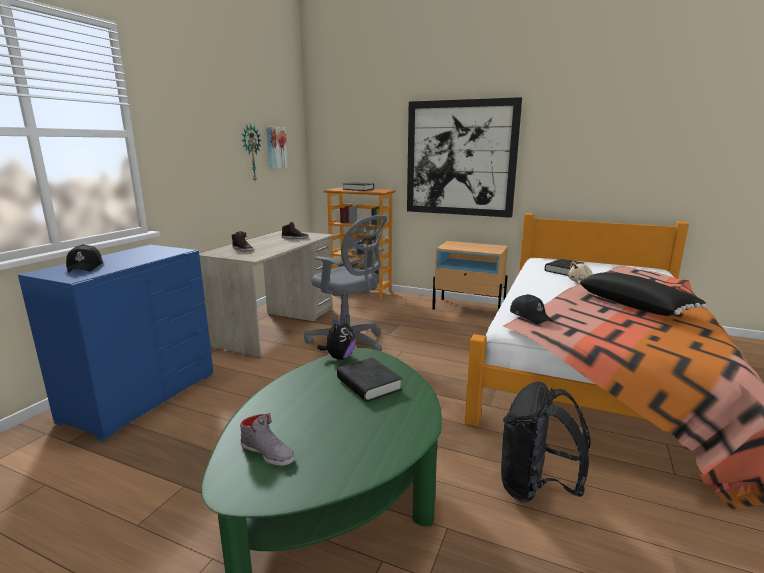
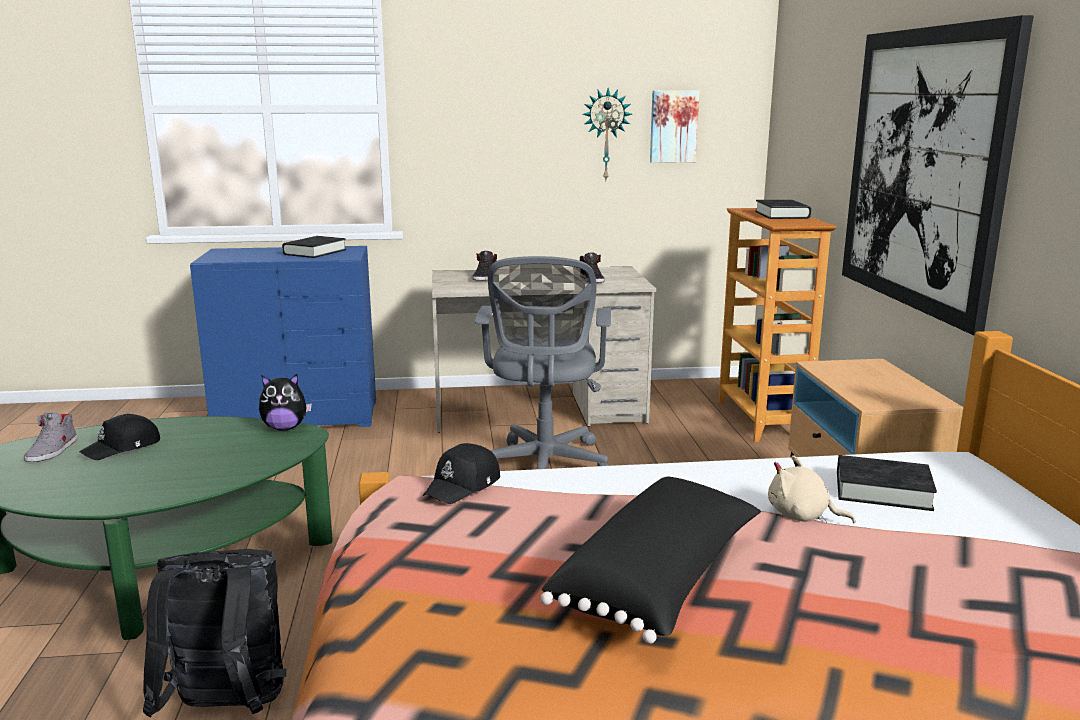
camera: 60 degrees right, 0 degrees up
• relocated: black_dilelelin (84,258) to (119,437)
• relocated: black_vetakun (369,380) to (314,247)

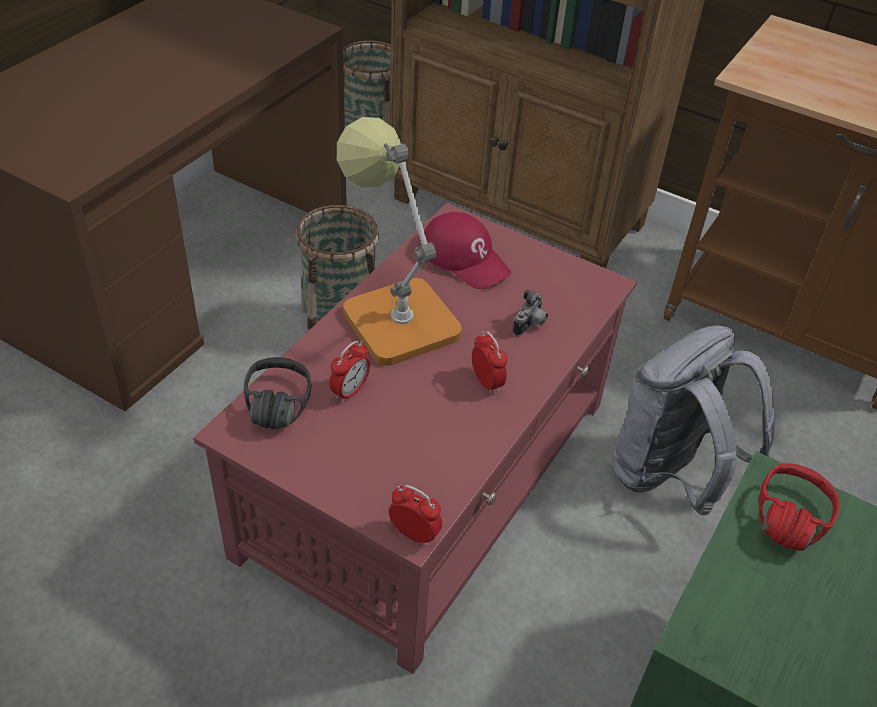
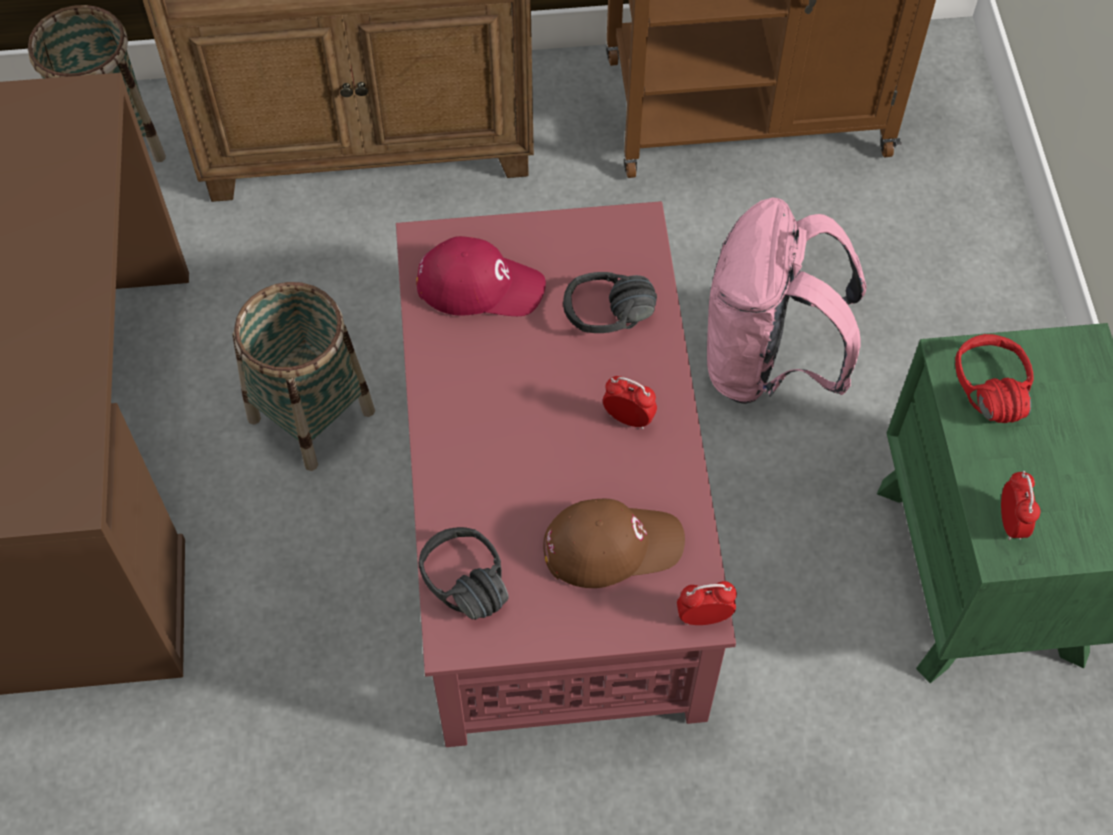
camera: 35 degrees left, 15 degrees up
• appeared: brown_dilelelin (614,543)
• exchanged: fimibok (530,312) to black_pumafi (610,302)
• colour: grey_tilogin (693,420) to pink_tilogin (787,301)
• relocated: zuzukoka (349,372) to (1020,505)
• missing: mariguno (399,241)

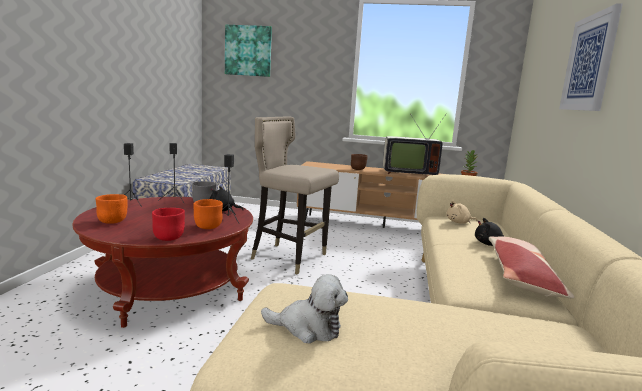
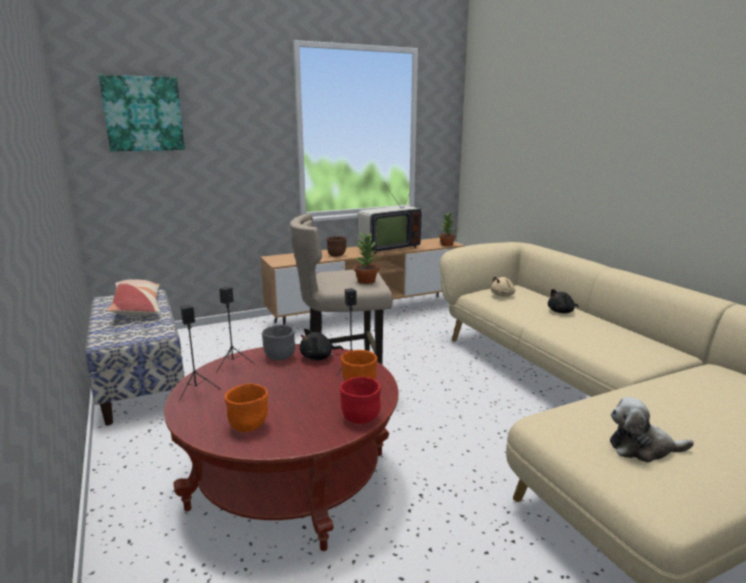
camera: 35 degrees left, 5 degrees up
• relocated: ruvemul (531,267) to (134,297)
• appeared: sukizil (366,258)
• spun: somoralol (304,308) = (652,430) 150 degrees counterclockwise
• missing: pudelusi (591,57)

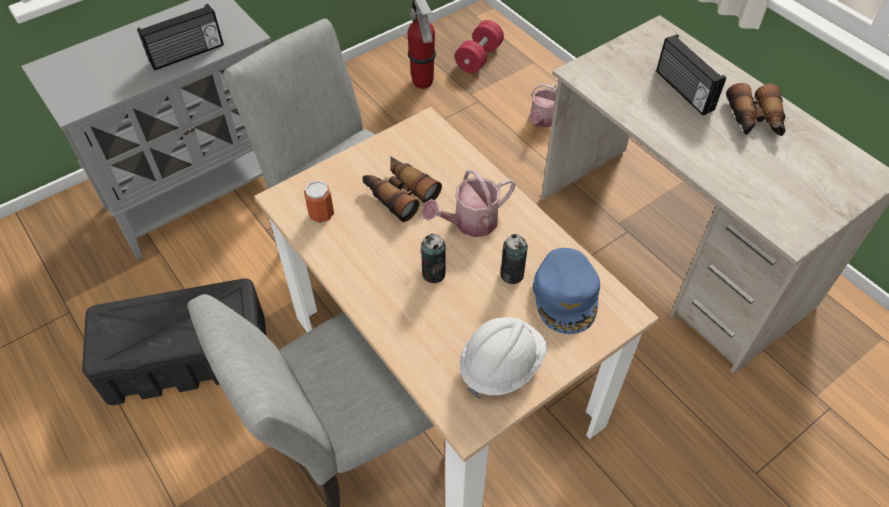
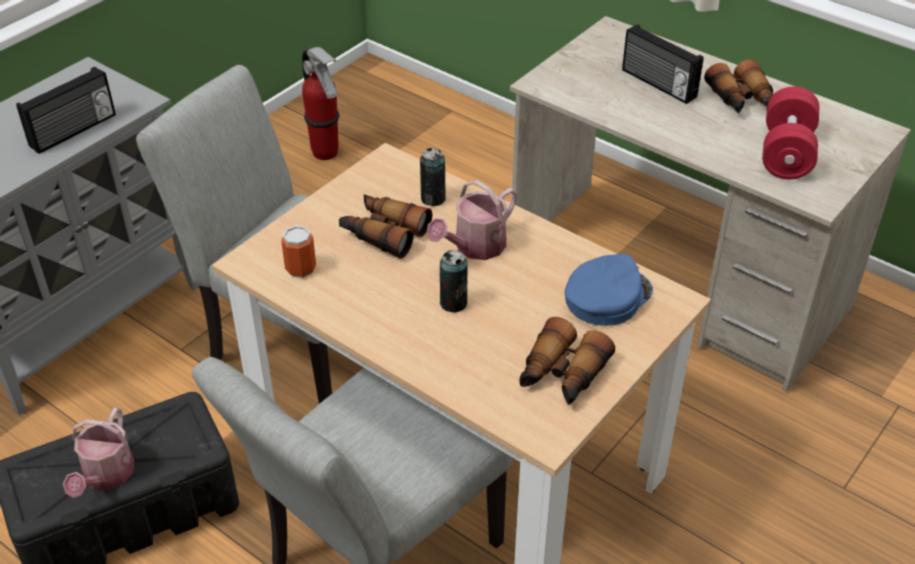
camera: 15 degrees left, 10 degrees down
• relocated: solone (543,105) to (98,453)
• relocated: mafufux (514,259) to (433,177)
• exchanged: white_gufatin (503,358) to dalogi (567,361)
• spun: blue_dilelelin (566,291) = (608,290) 120 degrees counterclockwise
• relocated: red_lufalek (479,46) to (790,132)

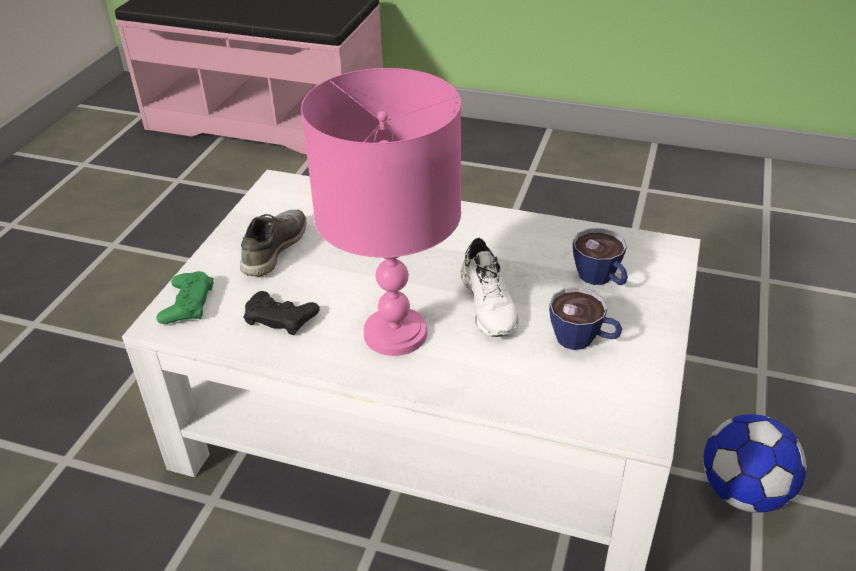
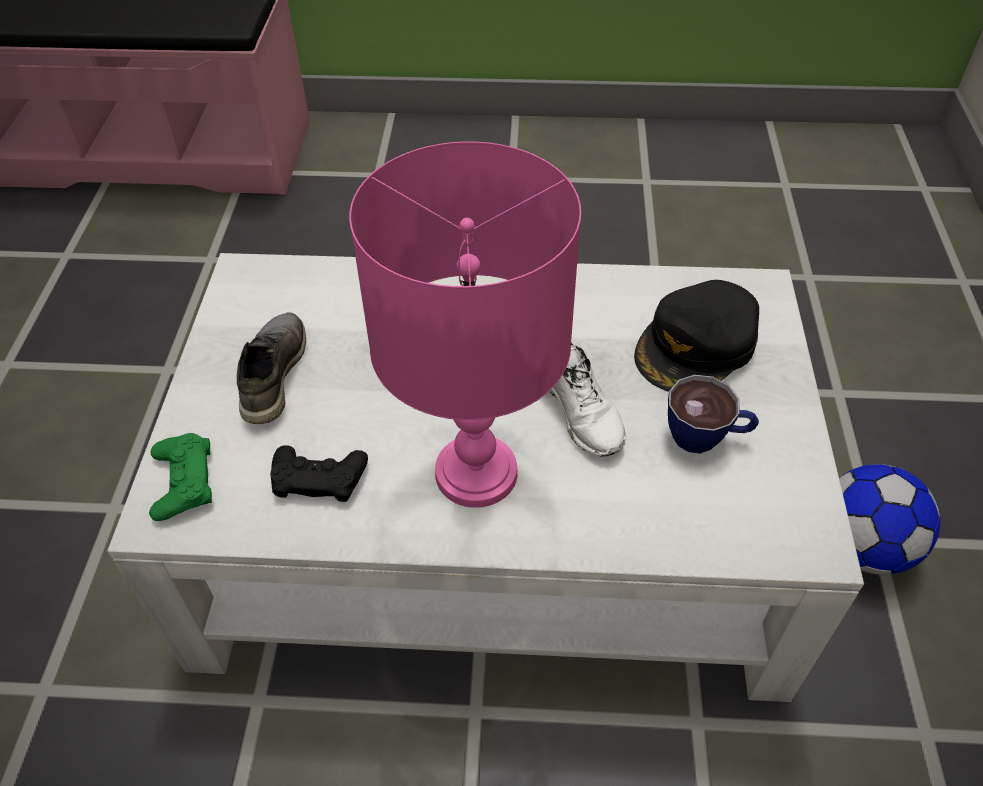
camera: 15 degrees left, 10 degrees up
• exchanged: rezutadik (600,256) to black_dilelelin (696,336)

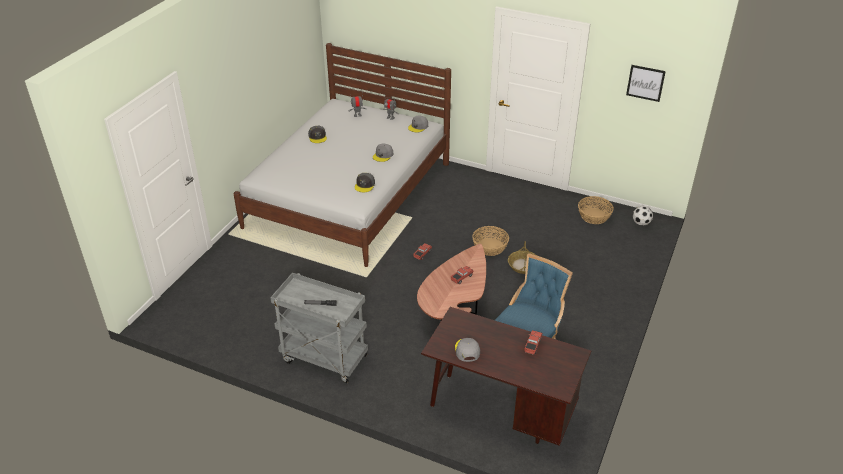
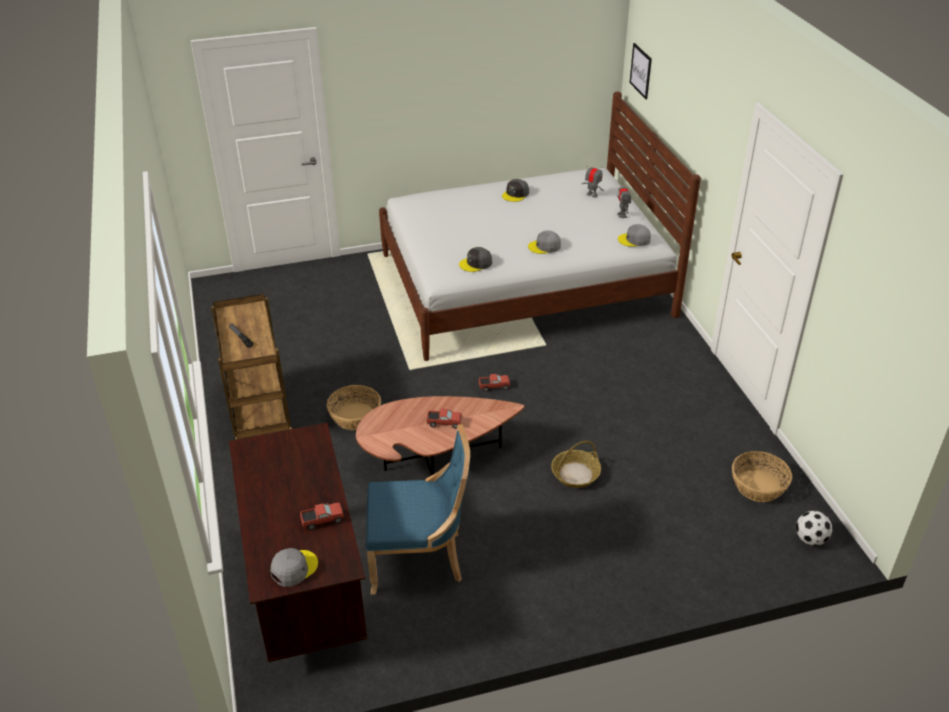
camera: 50 degrees right, 0 degrees up
• colour: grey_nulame (319,328) to brown_nulame (251,366)
• relocated: grey_dilelelin (467,350) to (294,567)
• relocated: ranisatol (490,241) to (354,407)
• relocated: pudelusi (646,83) to (641,71)

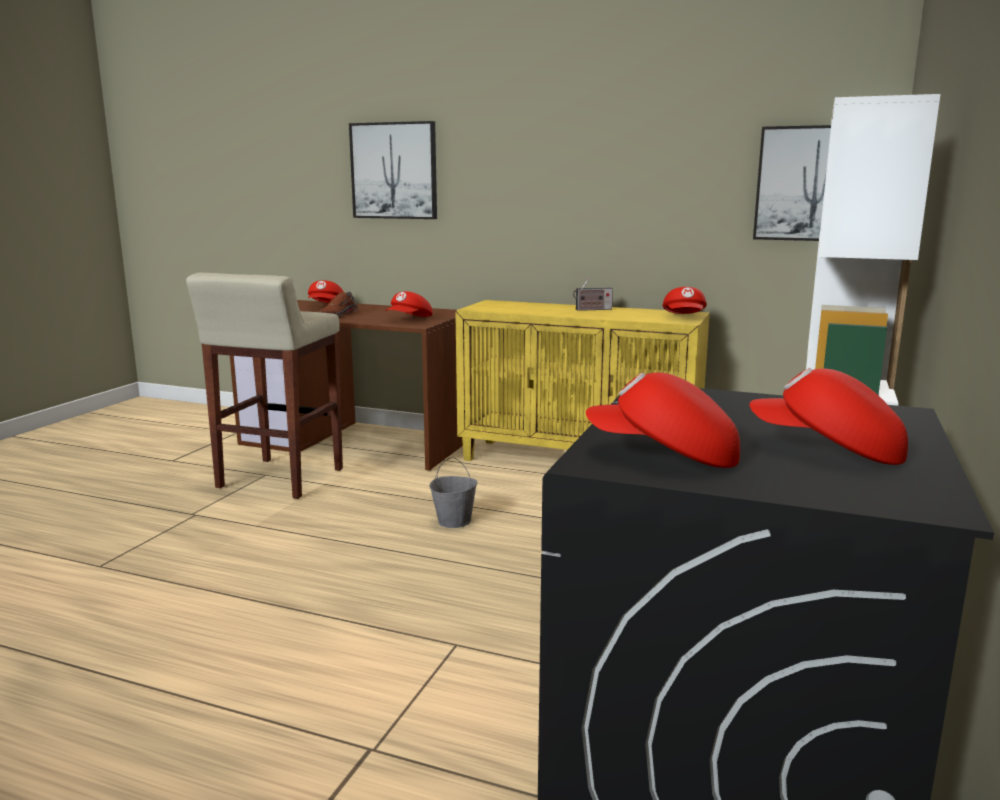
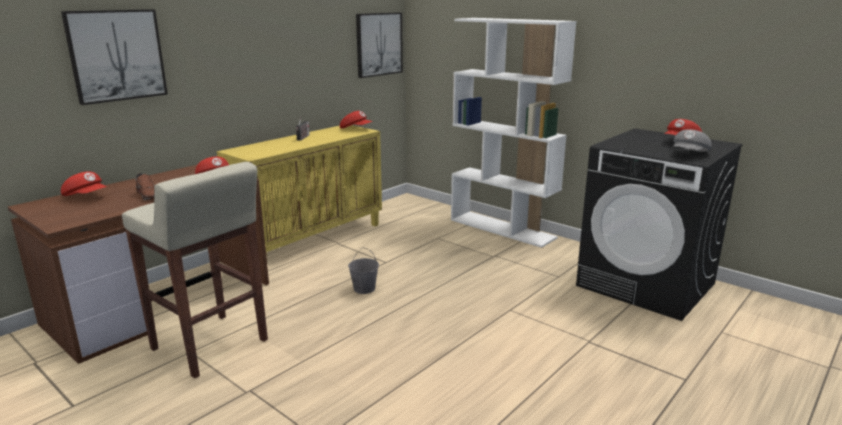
camera: 70 degrees left, 5 degrees up
• colour: red_dilelelin (663,420) to grey_dilelelin (692,140)

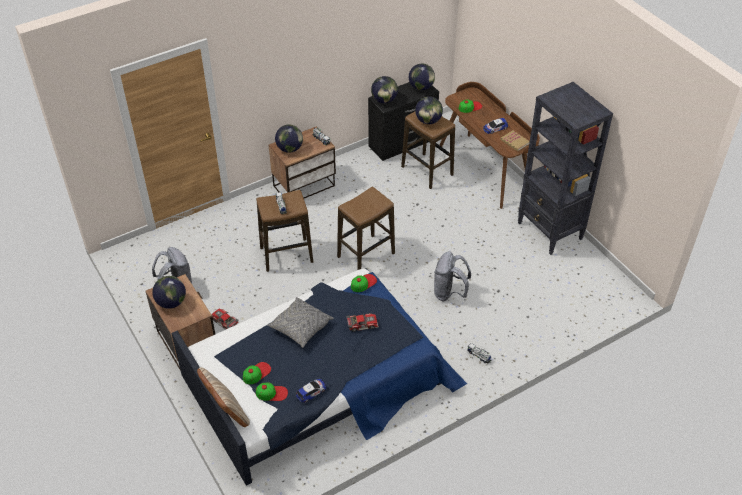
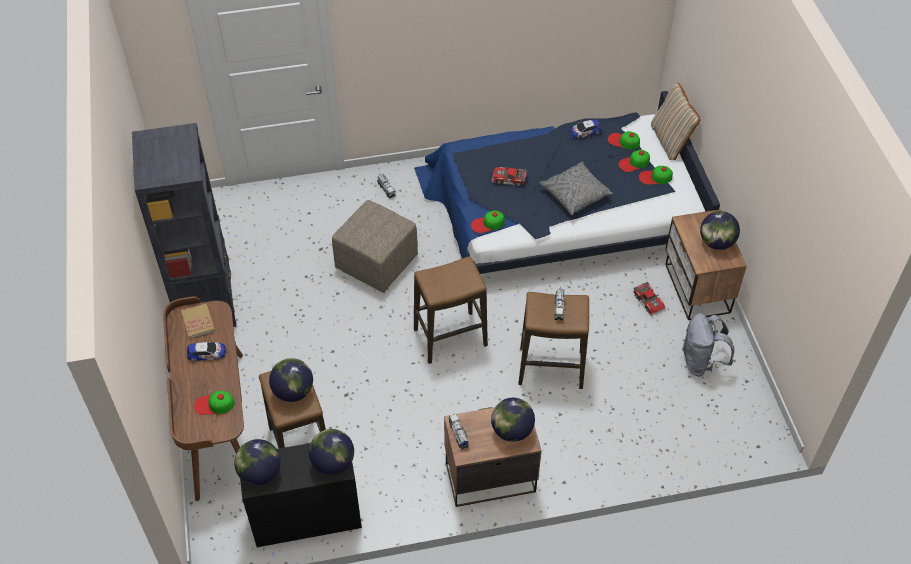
camera: 160 degrees left, 5 degrees up
• exchanged: grey_tilogin (452,276) to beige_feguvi (375,246)
• appeared: dilelelin (656,175)

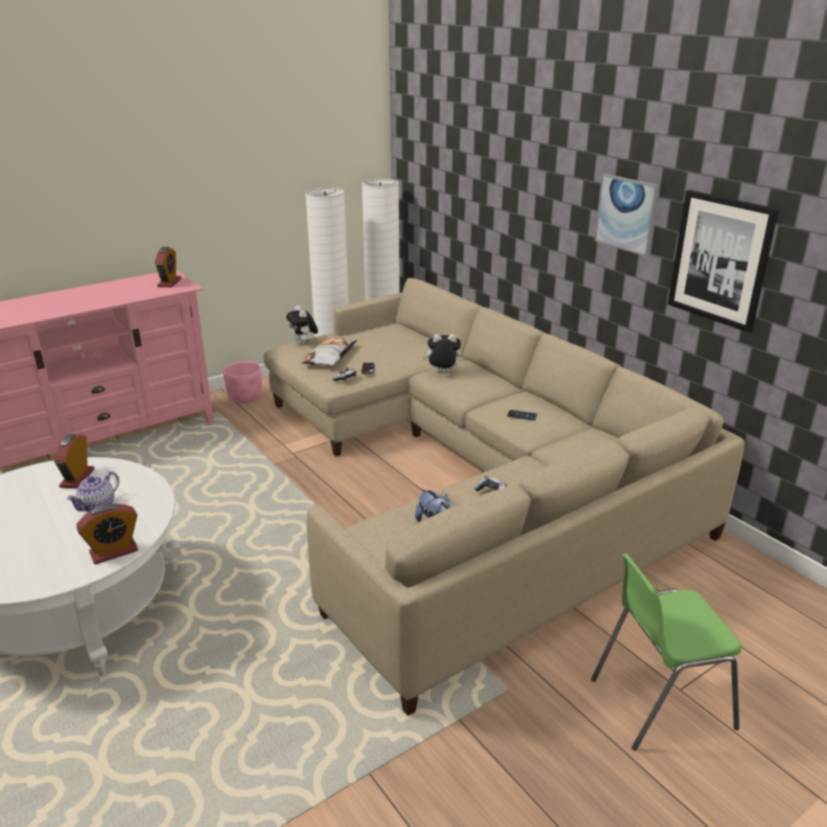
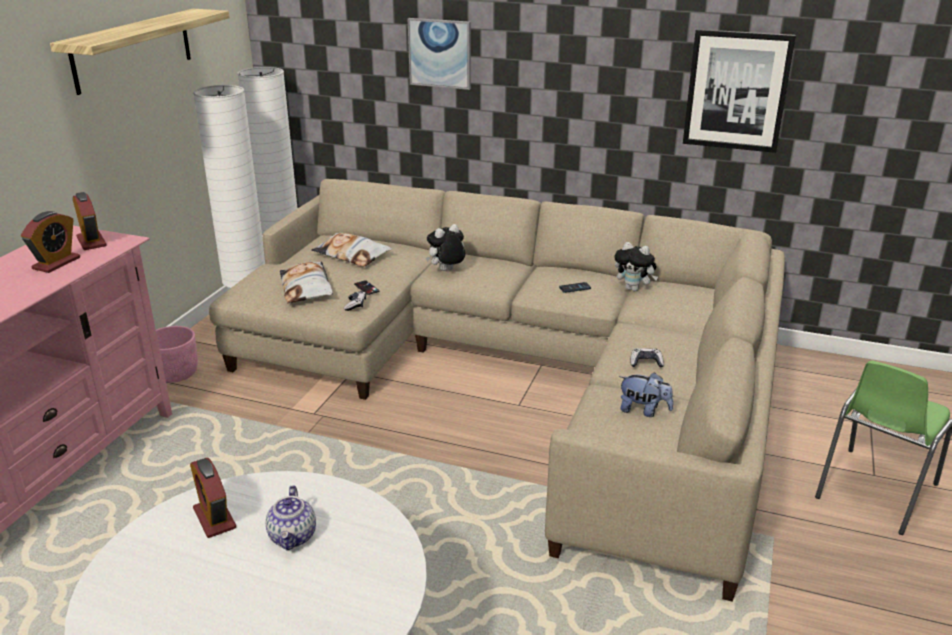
camera: 35 degrees left, 0 degrees up
• relocated: zuzukoka (107,534) to (50,242)
• appeared: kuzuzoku (140,52)
• appeared: ruvemul (351,250)
• relocated: pudelusi (627,215) to (439,54)
• relocated: somoralol (302,325) to (636,266)

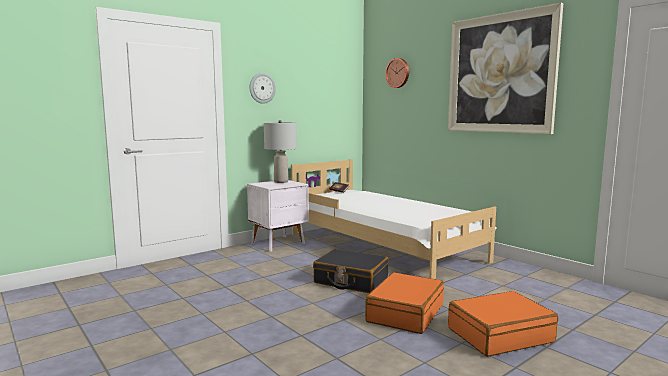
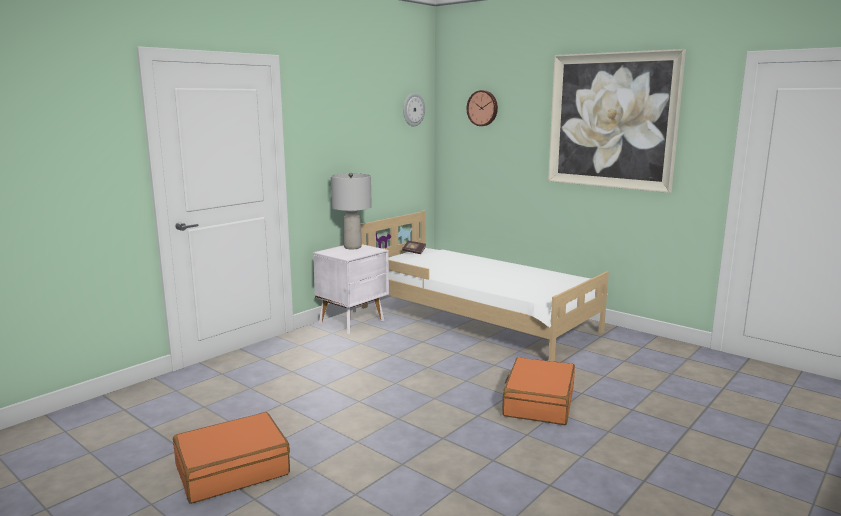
camera: 10 degrees left, 5 degrees up
• relocated: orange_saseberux (503,324) to (231,458)
• relocated: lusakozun (263,88) to (414,110)
• missing: black_saseberux (350,271)

